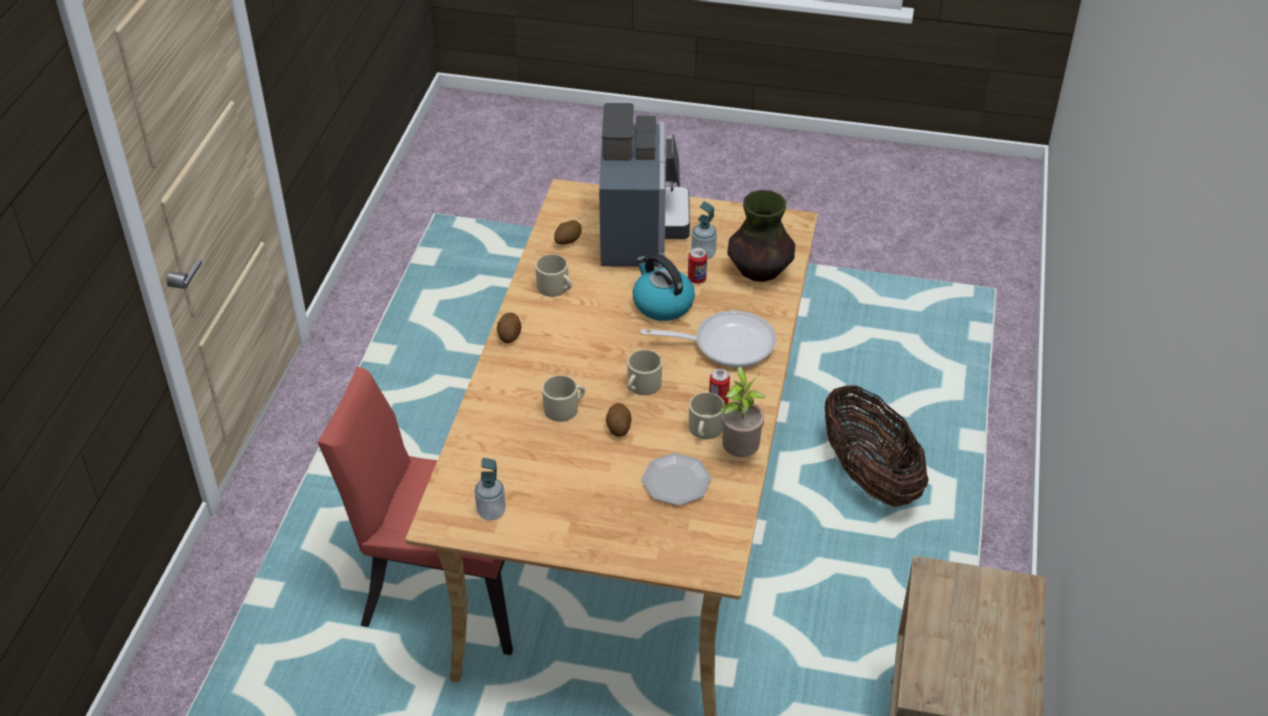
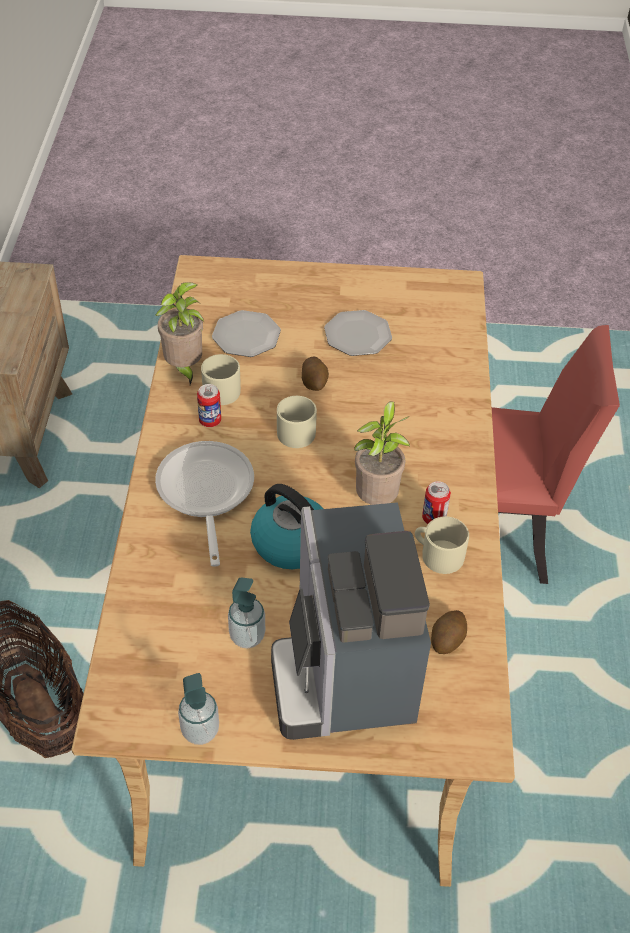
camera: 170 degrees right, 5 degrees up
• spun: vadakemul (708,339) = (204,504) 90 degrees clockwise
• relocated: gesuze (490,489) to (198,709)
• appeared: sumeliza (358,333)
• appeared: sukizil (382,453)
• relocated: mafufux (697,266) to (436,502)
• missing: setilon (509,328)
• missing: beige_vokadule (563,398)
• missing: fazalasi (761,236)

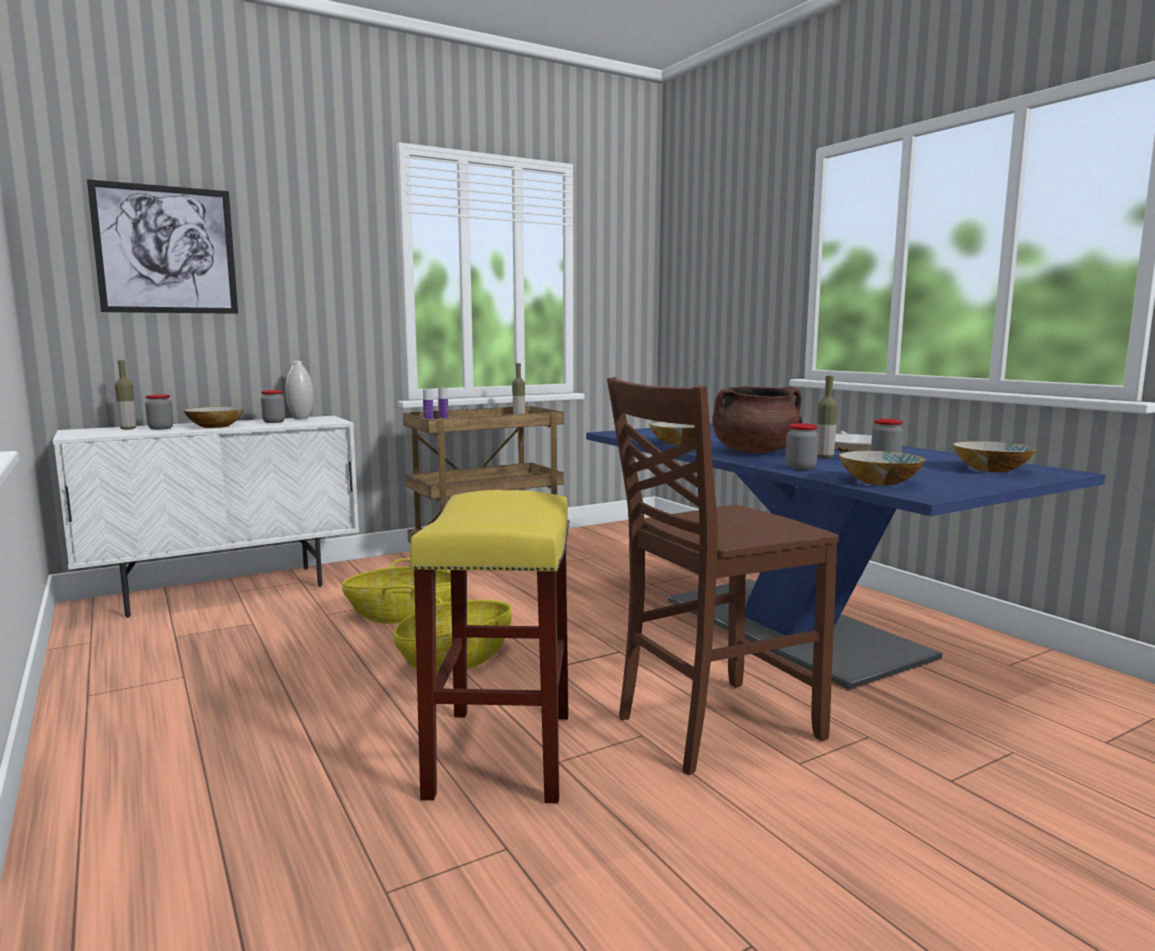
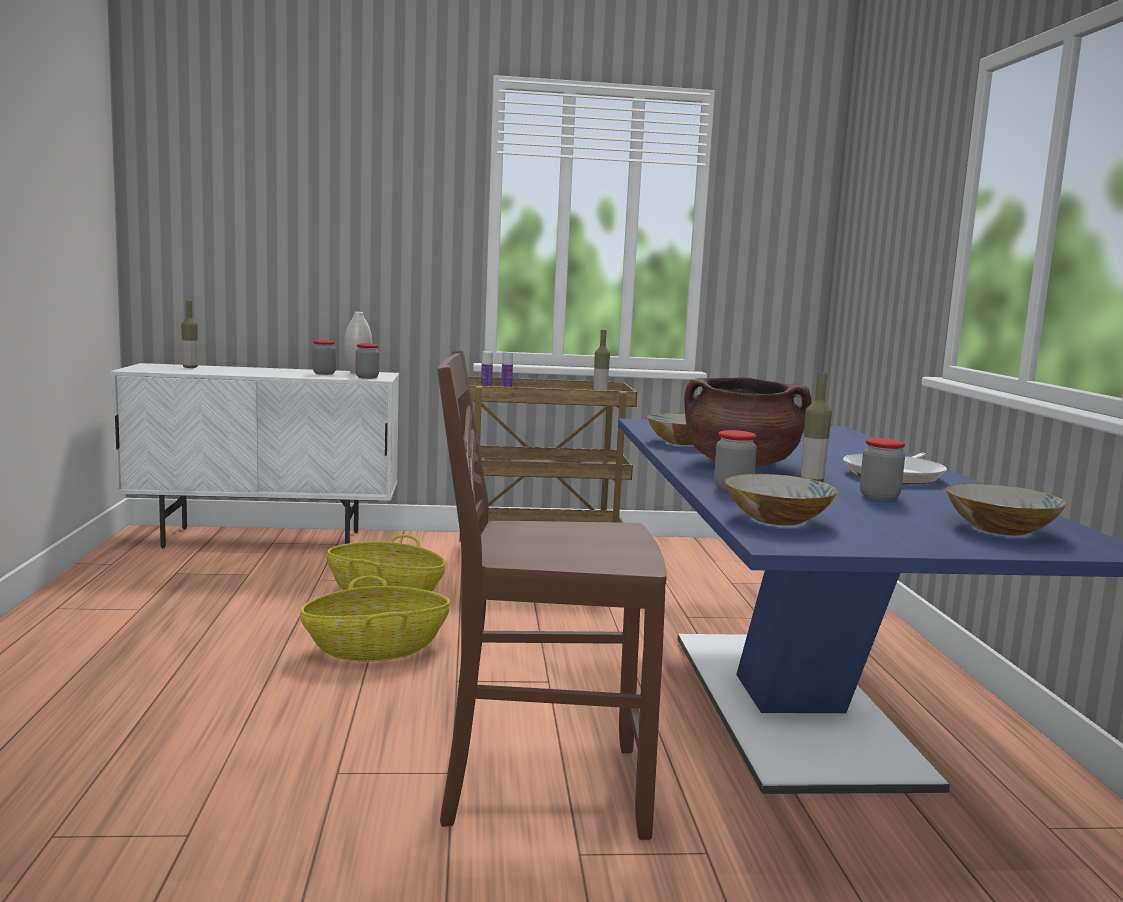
camera: 25 degrees right, 0 degrees up
• relocated: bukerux (159,412) to (367,361)
• missing: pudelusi (162,246)
• missing: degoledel (213,417)
• missing: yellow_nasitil (489,646)

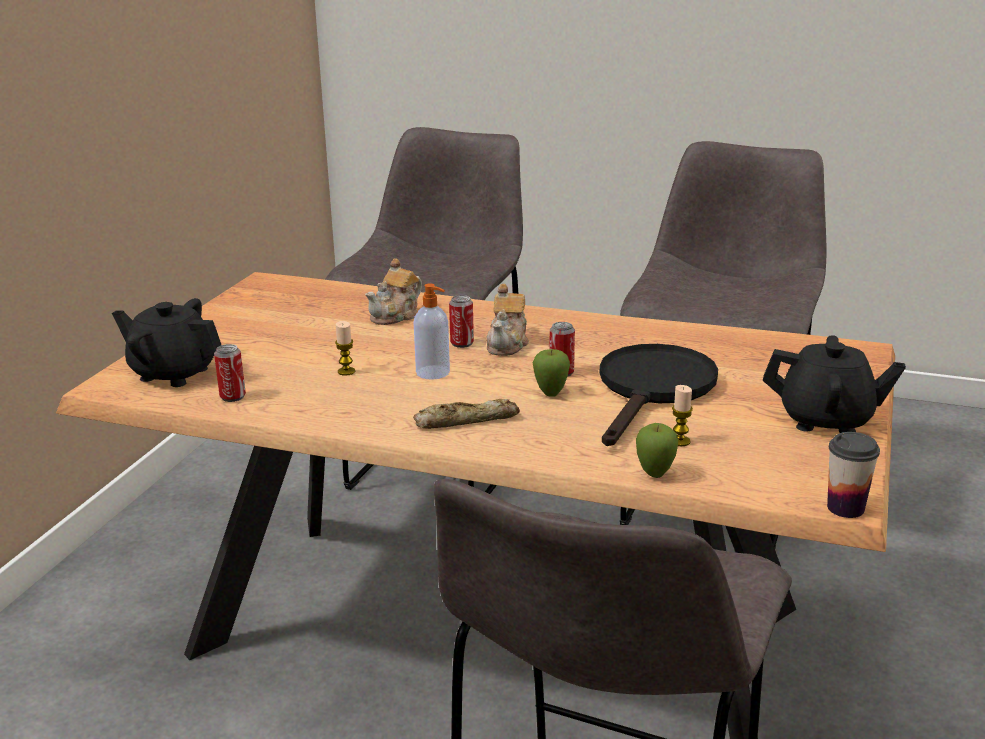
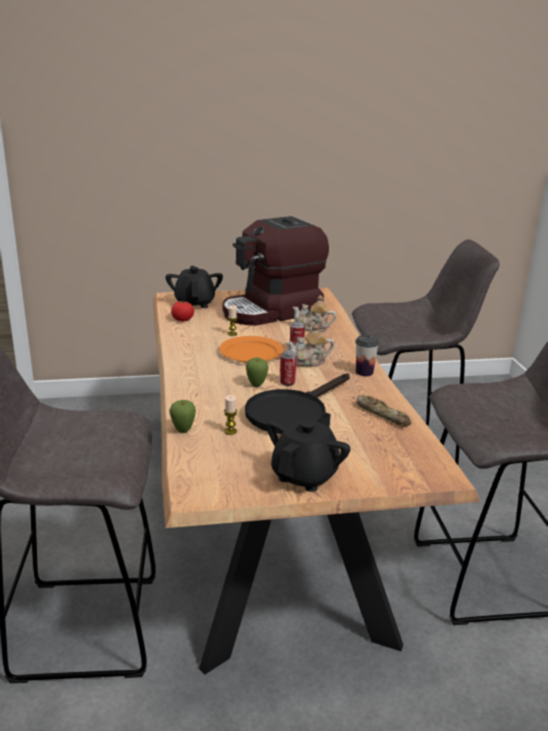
camera: 60 degrees right, 0 degrees up
• exchanged: mafufux (230,373) to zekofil (182,311)
• exchanged: gesuze (432,331) to orange_sumeliza (251,349)
• appeared: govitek (275,271)
• spun: black_vadakemul (659,395) = (297,403) 135 degrees clockwise
• spun: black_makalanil (834,384) = (308,452) 135 degrees counterclockwise
• relocated: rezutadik (853,475) to (367,355)
• relocated: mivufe (466,414) to (384,410)

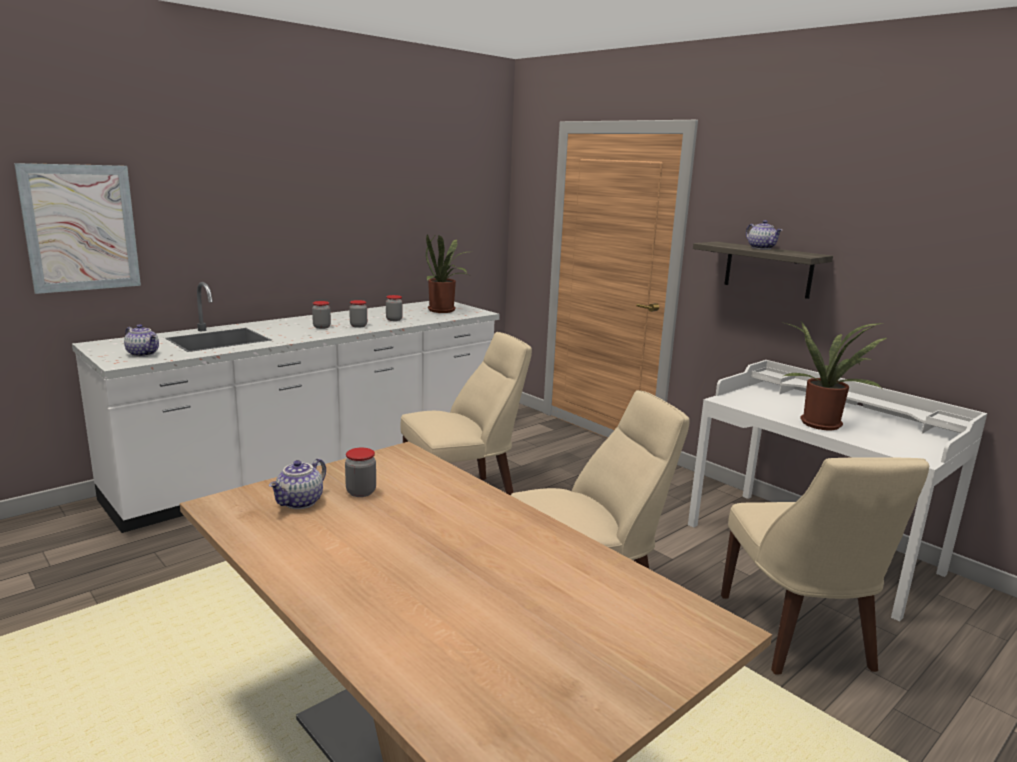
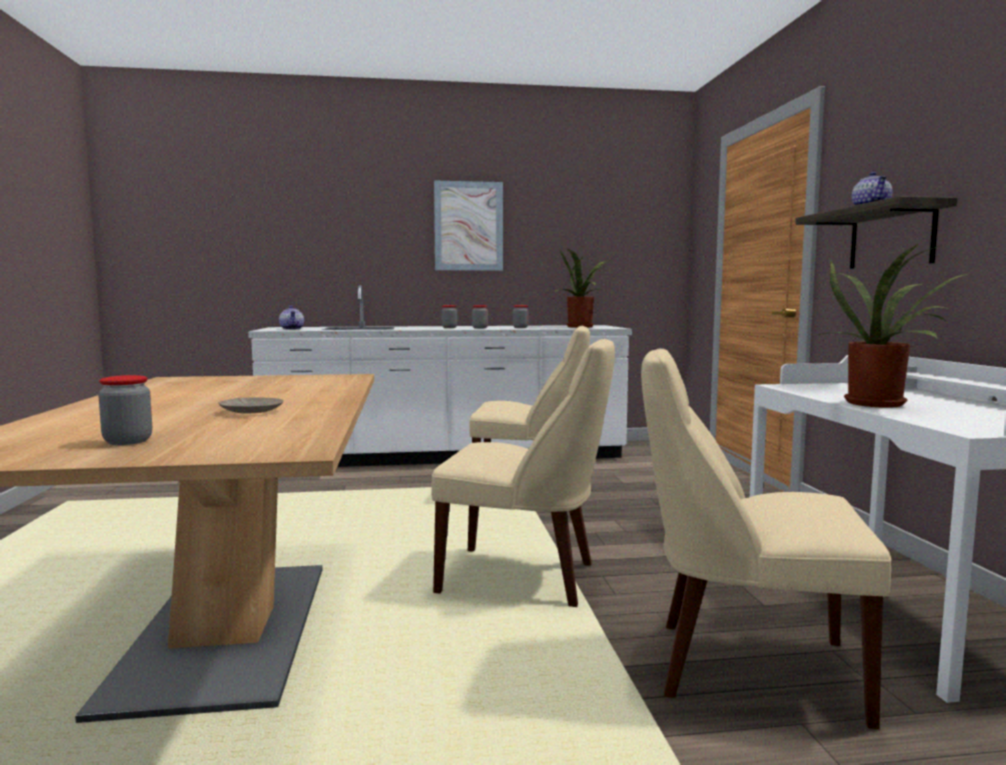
camera: 35 degrees right, 10 degrees down
• relocated: bukerux (360,472) to (125,410)
• appeared: beige_sumeliza (251,405)
• relocated: pudelusi (77,228) to (468,226)
• spun: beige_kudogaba (825,566) = (766,538) 75 degrees clockwise
• missing: makalanil (297,483)

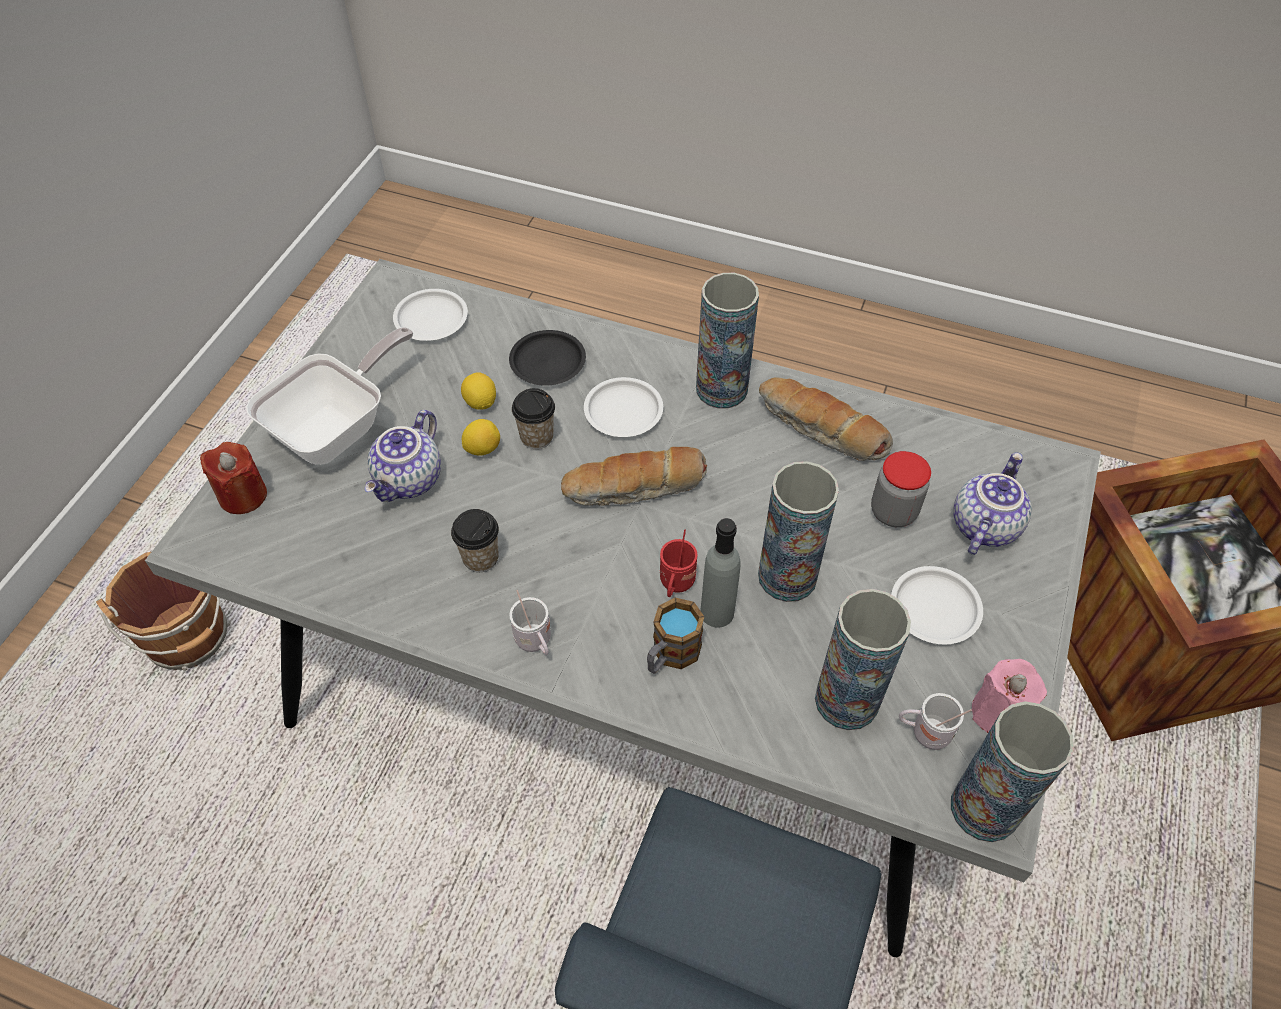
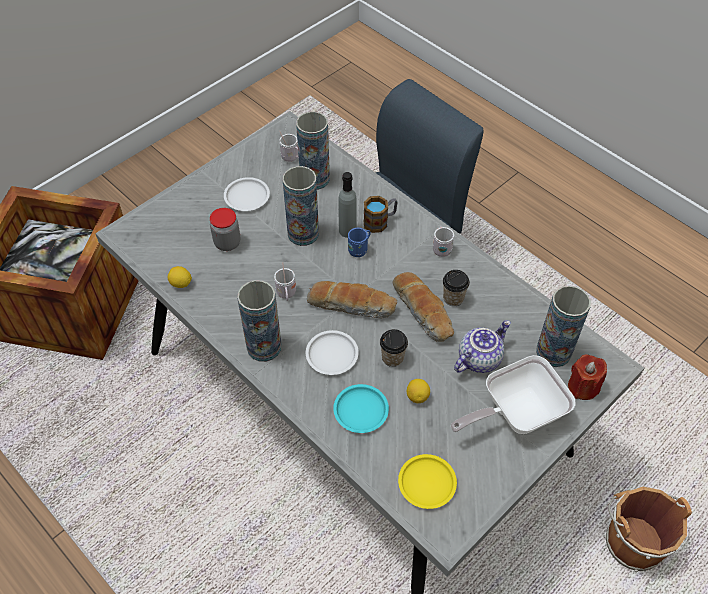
camera: 155 degrees left, 0 degrees up
• relocated: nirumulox (481,437) to (180,277)
• appeared: white_vokadule (285,281)
• colour: black_sumeliza (547,358) to turquoise_sumeliza (361,408)
• colour: red_vokadule (679,563) to blue_vokadule (359,242)
• relocated: mivufe (826,419) to (423,307)
• colour: white_sumeliza (430,315) to yellow_sumeliza (427,481)
• relocated: fazalasi (1012,771) to (563,326)
• missing: makalanil (992,503)
• missing: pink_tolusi (1009,696)

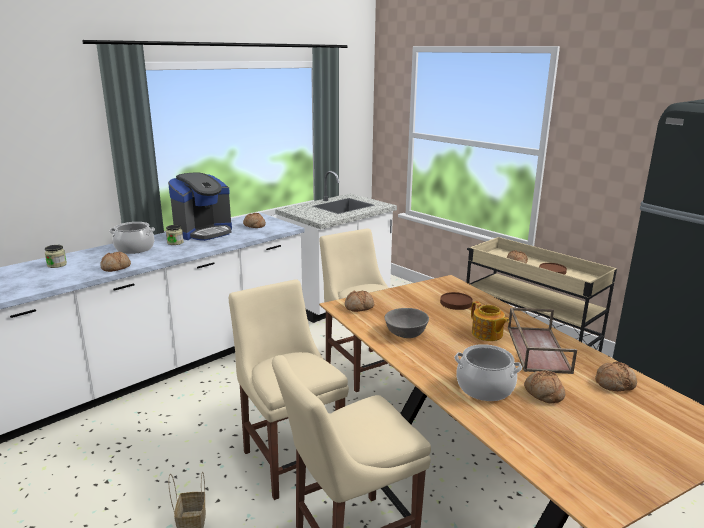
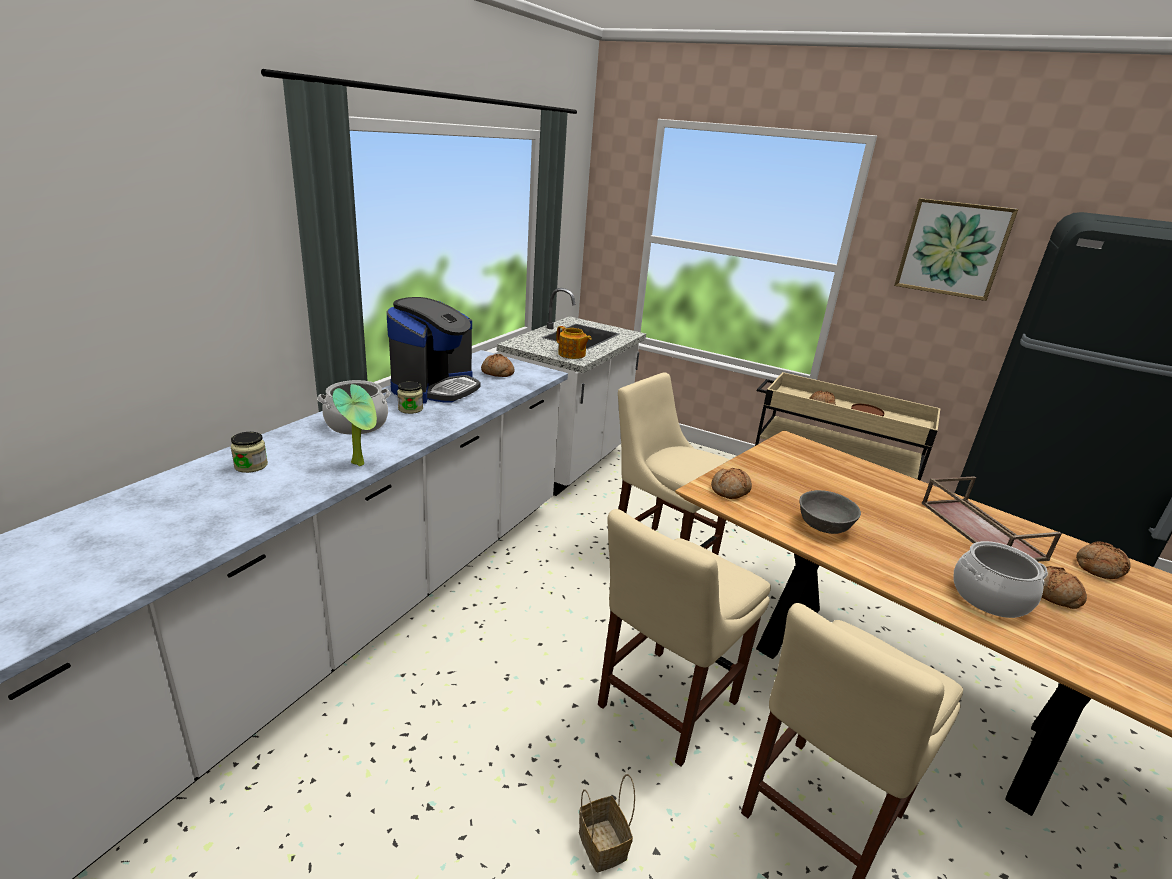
camera: 20 degrees left, 5 degrees up
• exchanged: mivufe (115,262) to sukizil (355,425)
• relocated: makalanil (490,321) to (574,342)
• spun: beige_kudogaba (289,389) = (684,638) 90 degrees counterclockwise
• appeared: pudelusi (956,249)
• missing: brown_sumeliza (456,301)

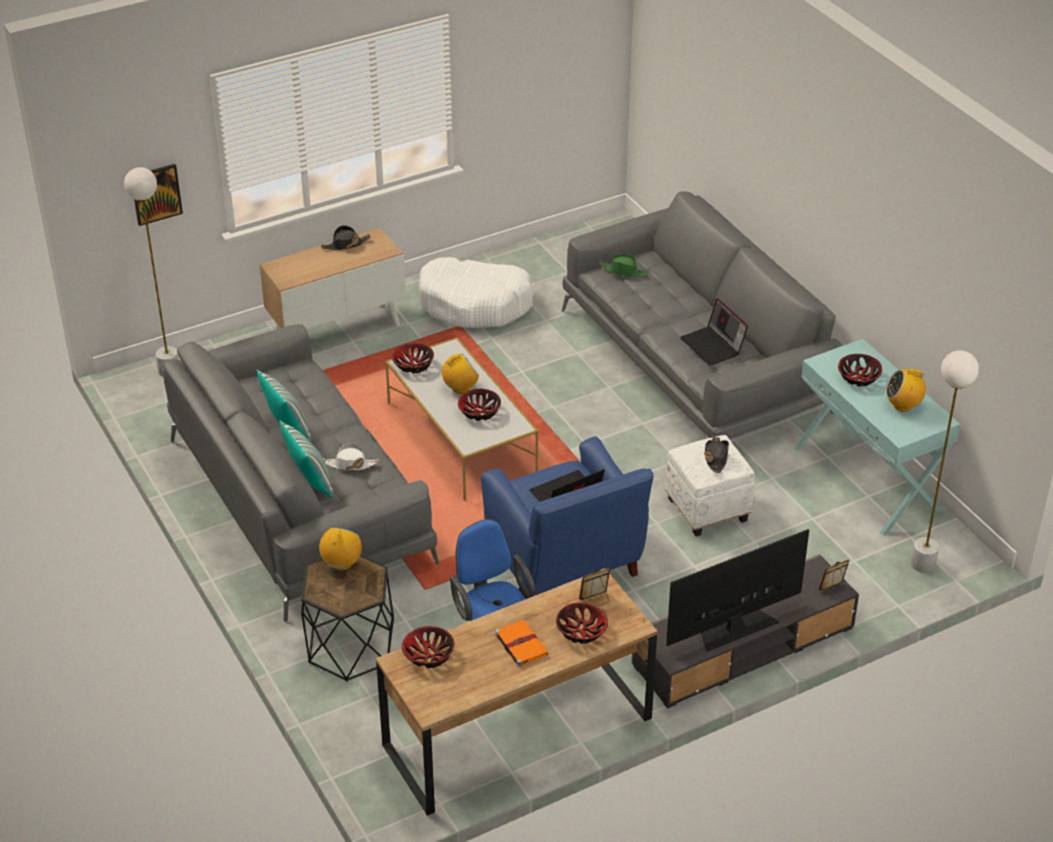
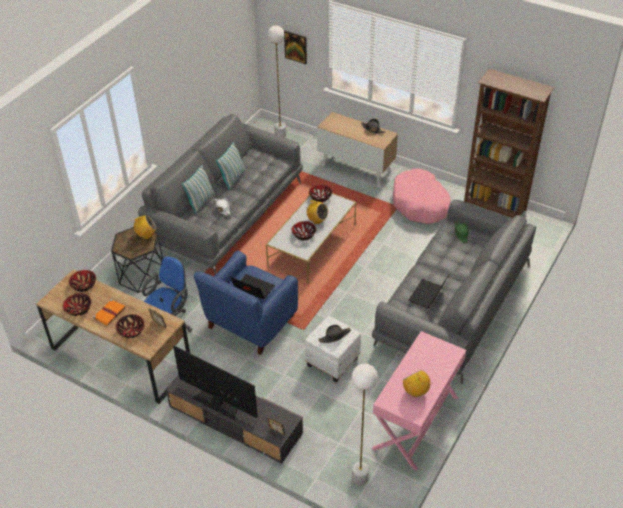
camera: 60 degrees right, 5 degrees up
• relocated: degoledel (860,370) to (77,304)
• colour: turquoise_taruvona (877,437) to pink_taruvona (419,400)
• colour: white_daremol (476,292) to pink_daremol (422,196)
• appeared: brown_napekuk (509,143)

